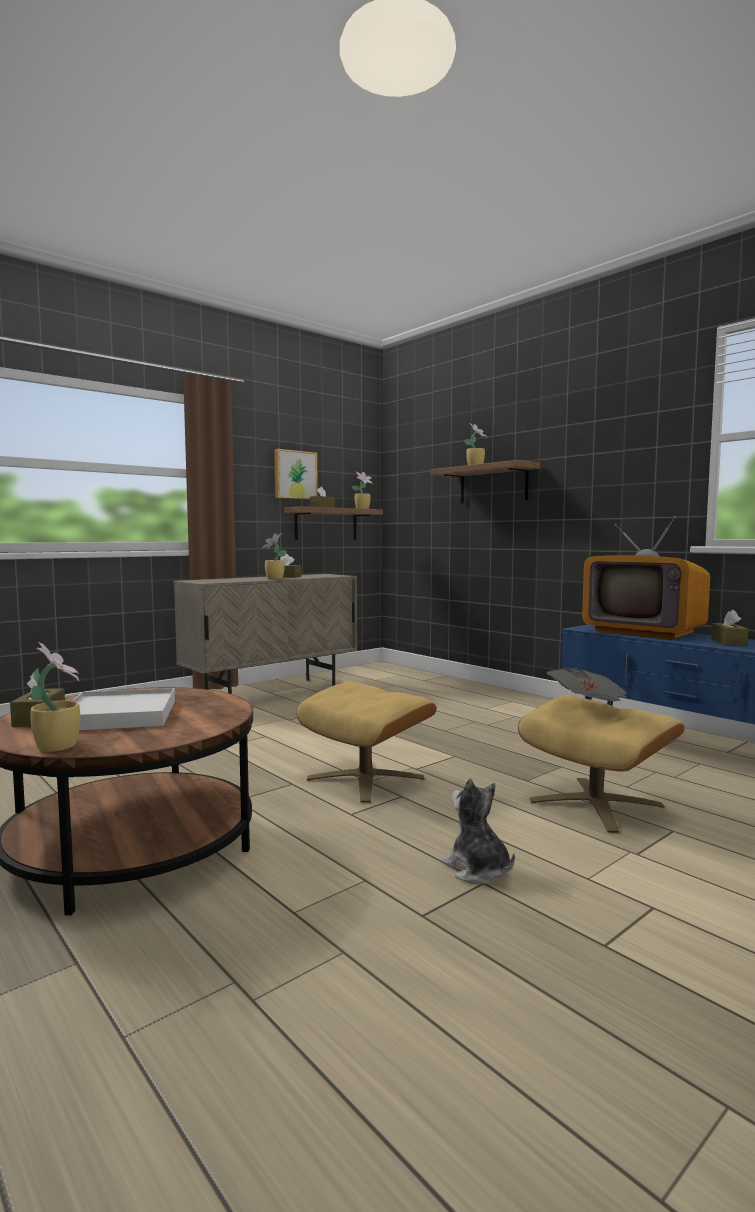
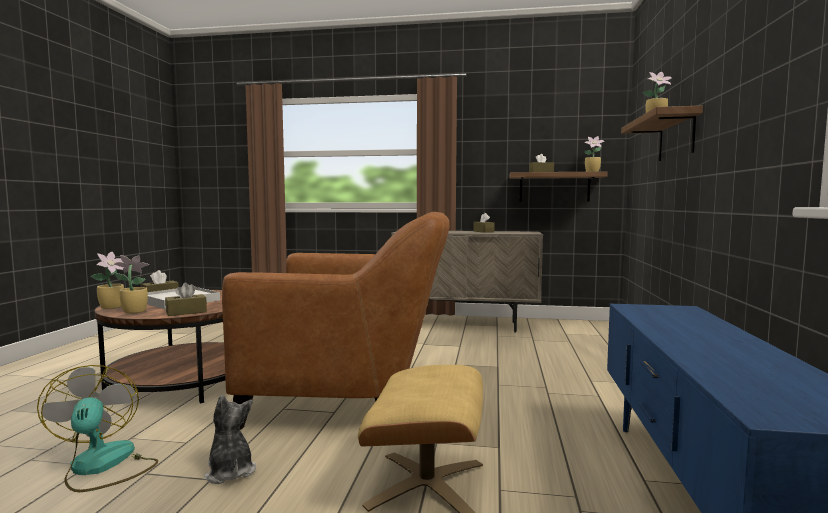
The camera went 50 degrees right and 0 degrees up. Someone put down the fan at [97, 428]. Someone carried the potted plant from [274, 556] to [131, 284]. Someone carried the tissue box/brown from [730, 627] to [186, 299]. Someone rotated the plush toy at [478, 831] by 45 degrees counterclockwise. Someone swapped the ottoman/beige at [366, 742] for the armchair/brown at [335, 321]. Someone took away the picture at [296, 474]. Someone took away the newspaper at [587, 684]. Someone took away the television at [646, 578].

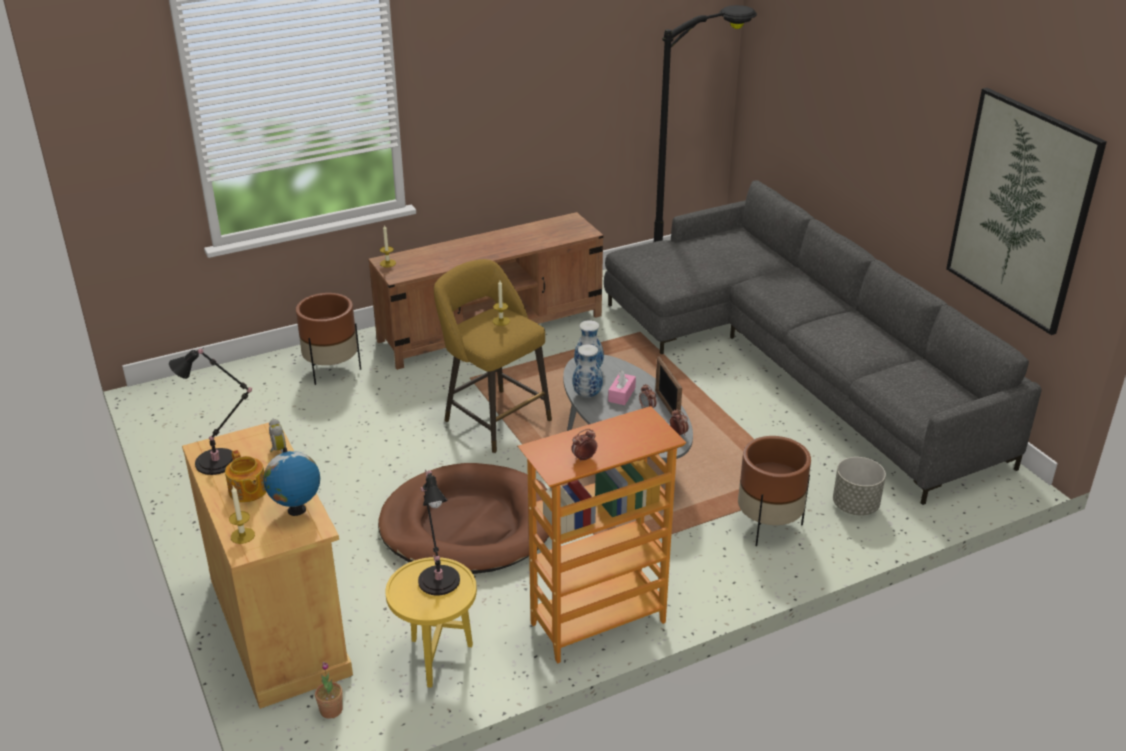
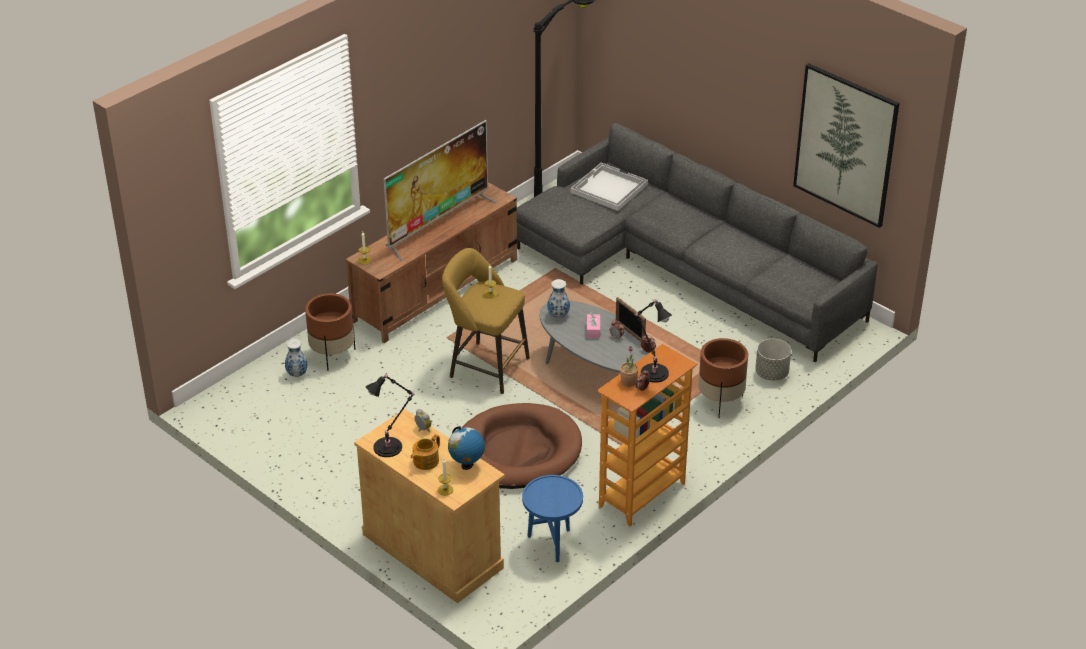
The camera went 20 degrees left and 5 degrees up. Someone carried the vase from [587, 371] to [296, 358]. Someone put down the television at [440, 190]. Someone rotated the teapot at [245, 476] by 90 degrees clockwise. Someone repainted the side table/yellow at [431, 622], which became the side table/blue at [552, 518]. Someone put down the tray/white at [609, 186]. Someone carried the potted plant from [329, 690] to [629, 366]. Someone carried the table lamp/black from [439, 532] to [653, 341].

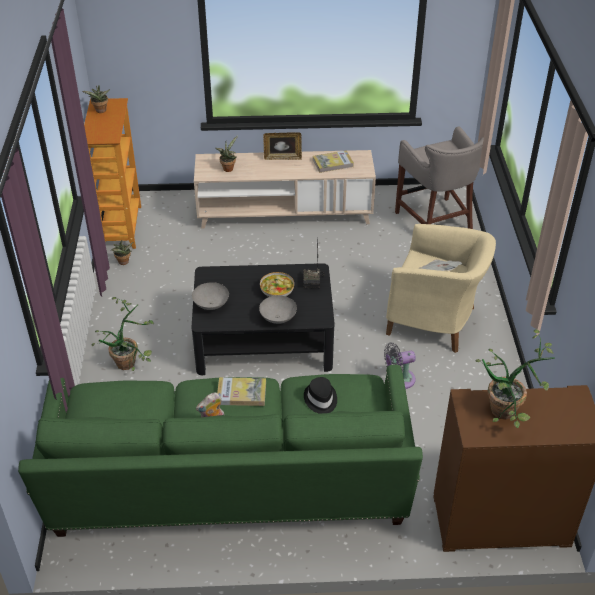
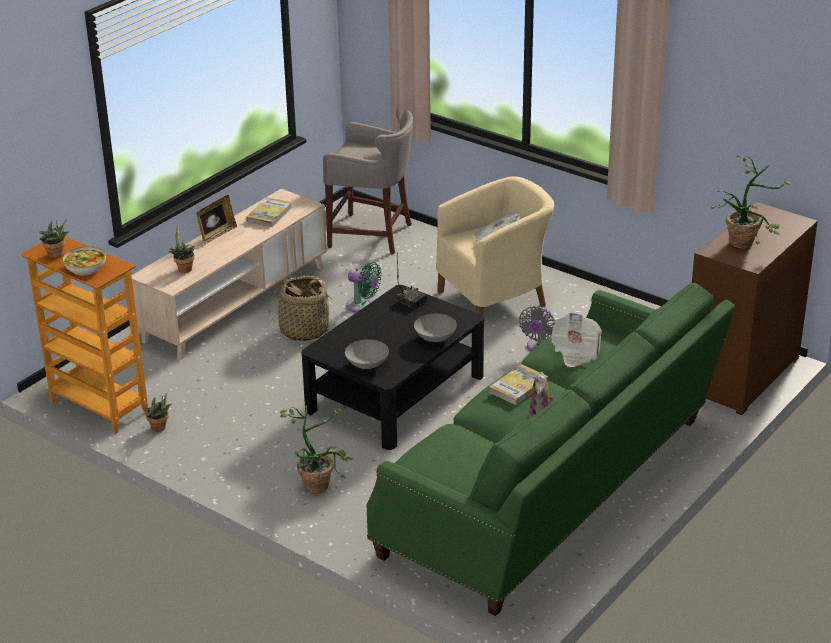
The camera went 50 degrees left and 10 degrees down. Someone carried the bowl from [277, 284] to [84, 261]. Someone put down the basket at [301, 308]. Someone put down the fan/green at [364, 287]. Someone swapped the hat/black at [320, 395] for the newspaper at [576, 339].

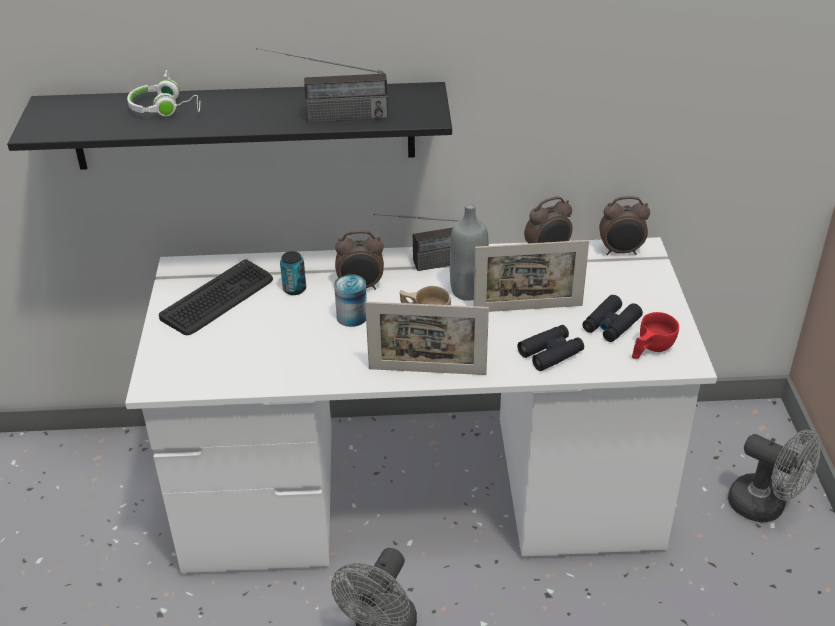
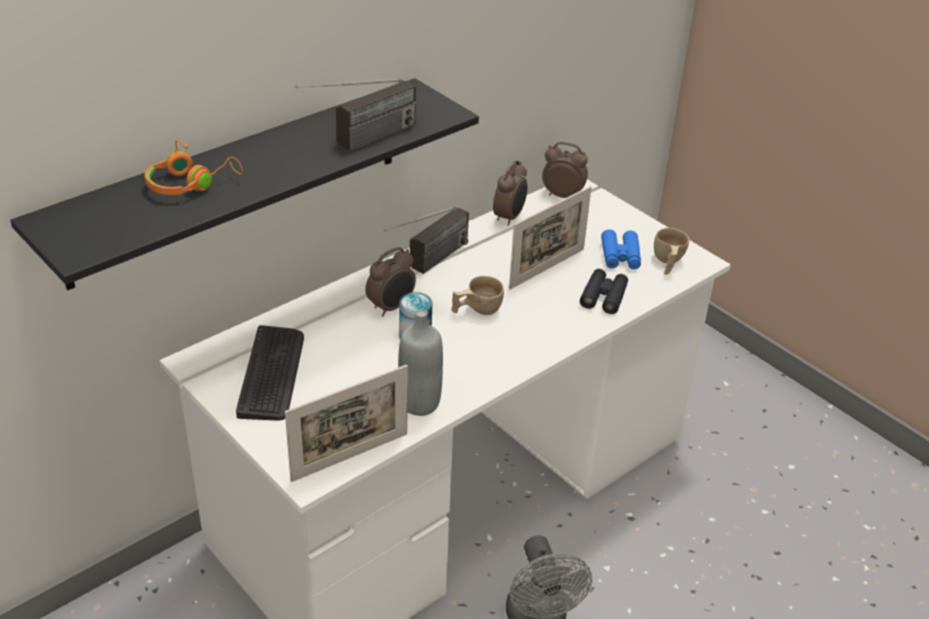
The camera went 40 degrees left and 0 degrees up. Someone repainted the headphones/white at [164, 93], which became the headphones/orange at [193, 167]. Someone carried the picture frame from [427, 338] to [346, 423]. Someone carried the bottle/grey from [469, 252] to [420, 362]. Someone rotated the alarm clock at [624, 225] by 120 degrees counterclockwise. Someone repainted the binoculars/black at [612, 318], which became the binoculars/blue at [621, 249]. Someone repainted the cup/red at [655, 335], which became the cup/beige at [671, 251]. Someone took away the can at [293, 273]. Someone took away the fan/grey at [774, 476].

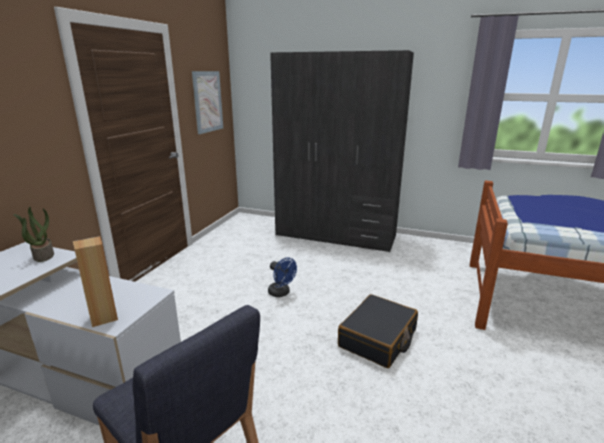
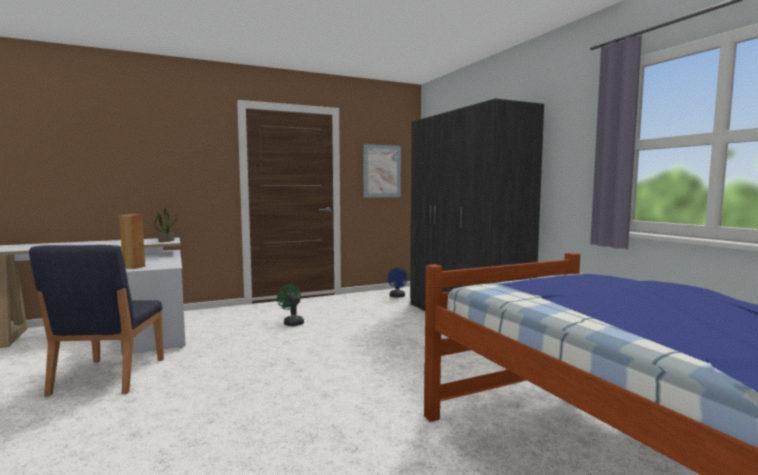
The camera went 45 degrees right and 15 degrees down. Someone put down the fan/green at [290, 305]. Someone carried the fan/blue from [282, 277] to [397, 283]. Someone took away the suitcase/black at [378, 331].

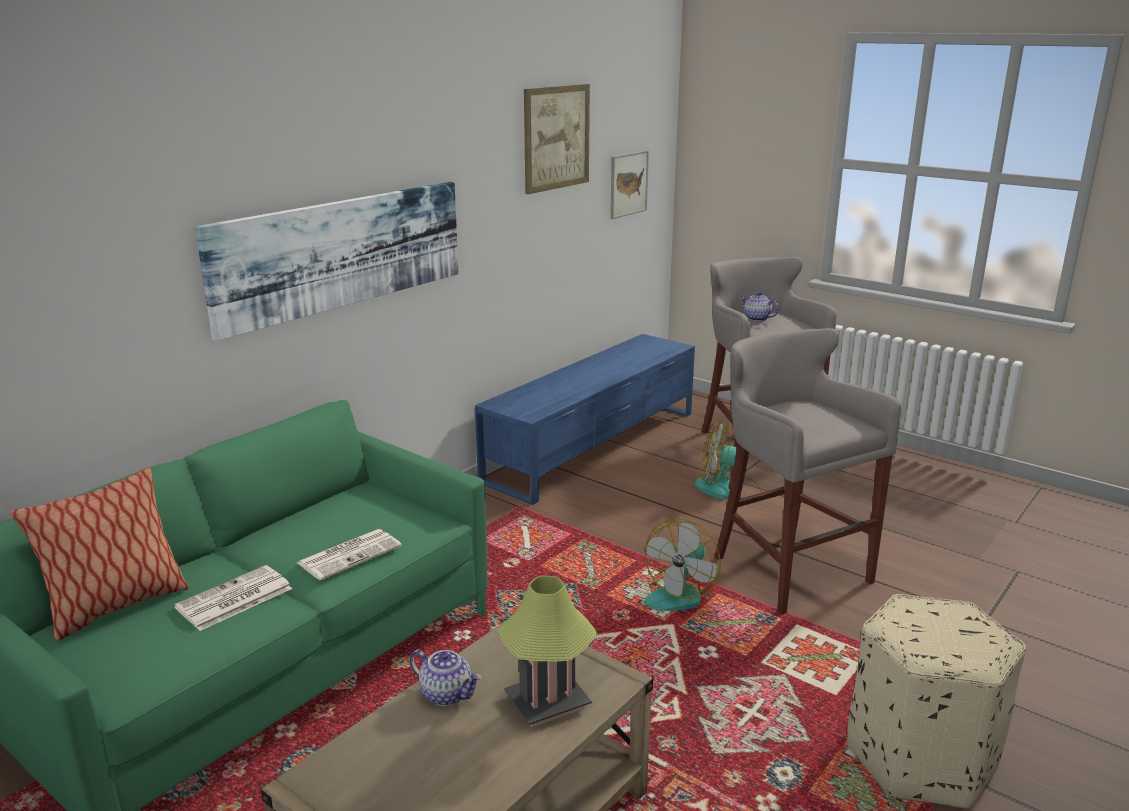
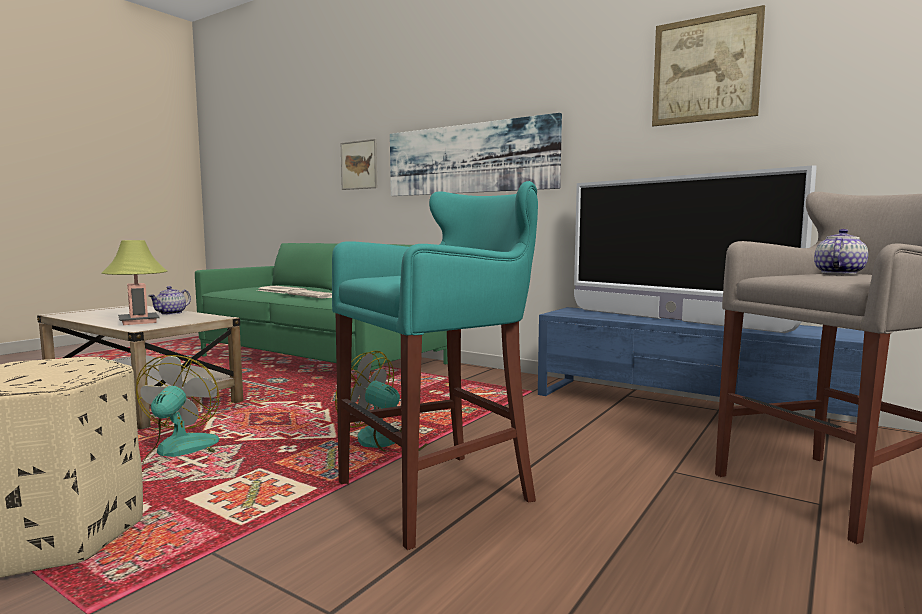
The camera went 85 degrees right and 15 degrees down. Someone carried the fan from [728, 459] to [177, 412]. Someone repainted the stool/grey at [807, 471], which became the stool/turquoise at [435, 365]. Someone carried the picture from [629, 184] to [359, 164]. Someone put down the television at [695, 249]. Someone took away the pillow at [99, 553].

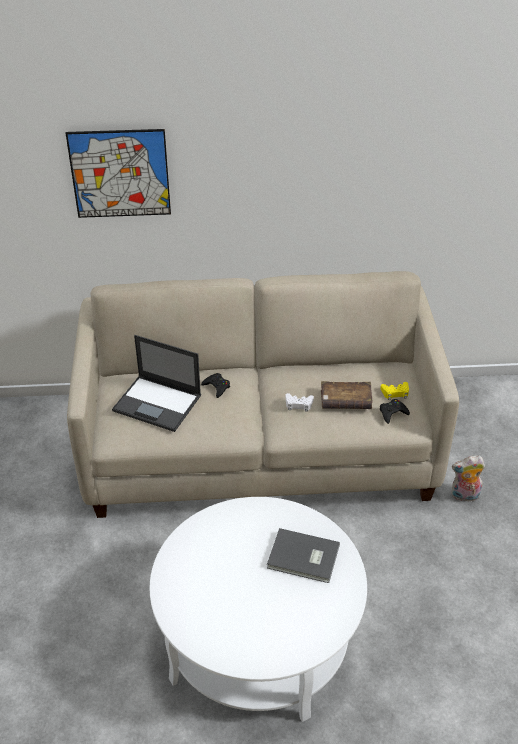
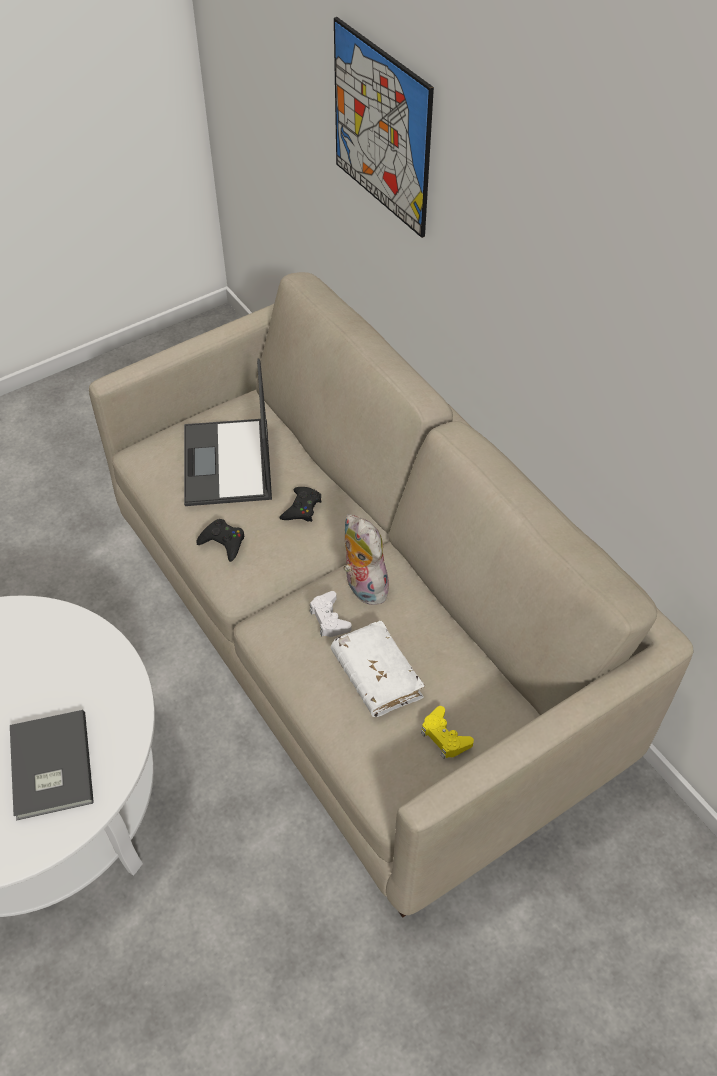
The camera went 60 degrees right and 10 degrees up. Someone carried the game controller/black from [395, 411] to [220, 540]. Someone repainted the book/brown at [346, 395], which became the book/white at [378, 668]. Someone carried the plush toy from [468, 479] to [368, 559].

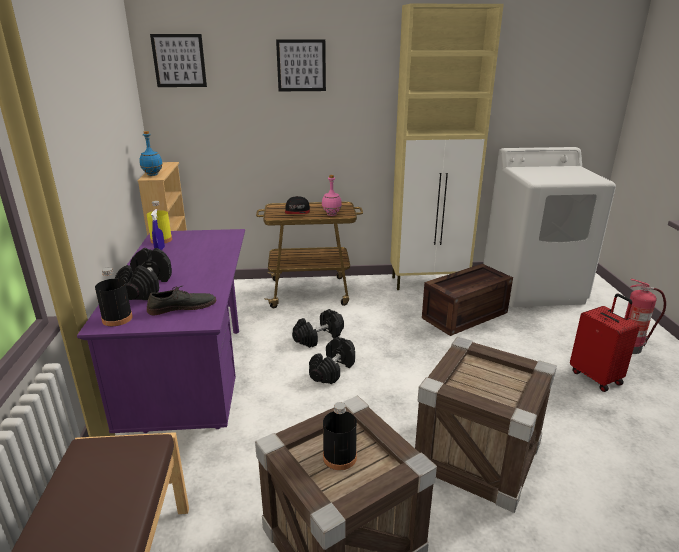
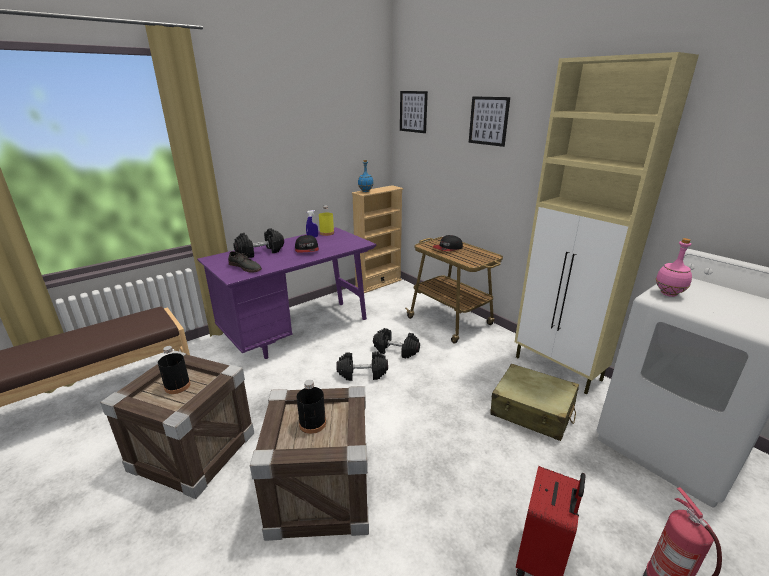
The camera went 55 degrees right and 0 degrees up. Someone put down the cap at [307, 244]. Someone carried the bottle/black from [114, 296] to [311, 407]. Someone swapped the crate at [467, 300] for the suitcase/beige at [534, 402]. Someone carried the bottle/pink from [332, 195] to [674, 267].

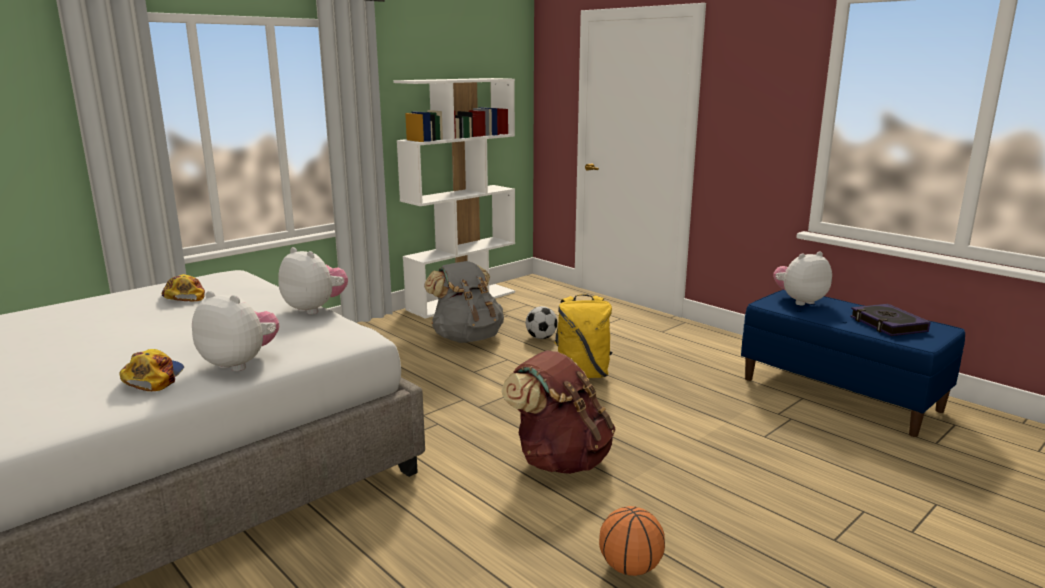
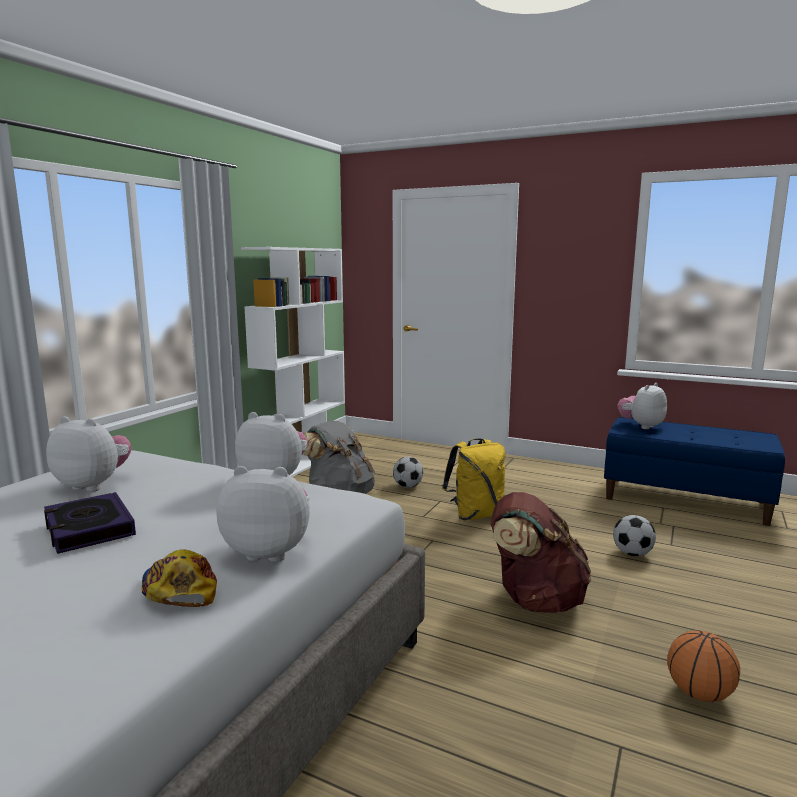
The camera went 20 degrees left and 5 degrees down. Someone carried the book from [890, 320] to [90, 523]. Someone swapped the cap at [183, 288] for the plush toy at [88, 454]. Someone put down the football at [634, 535].

